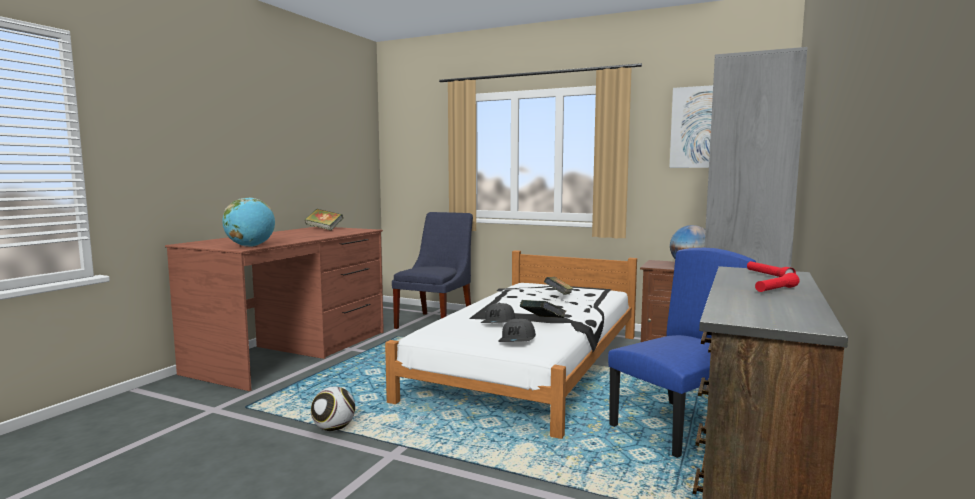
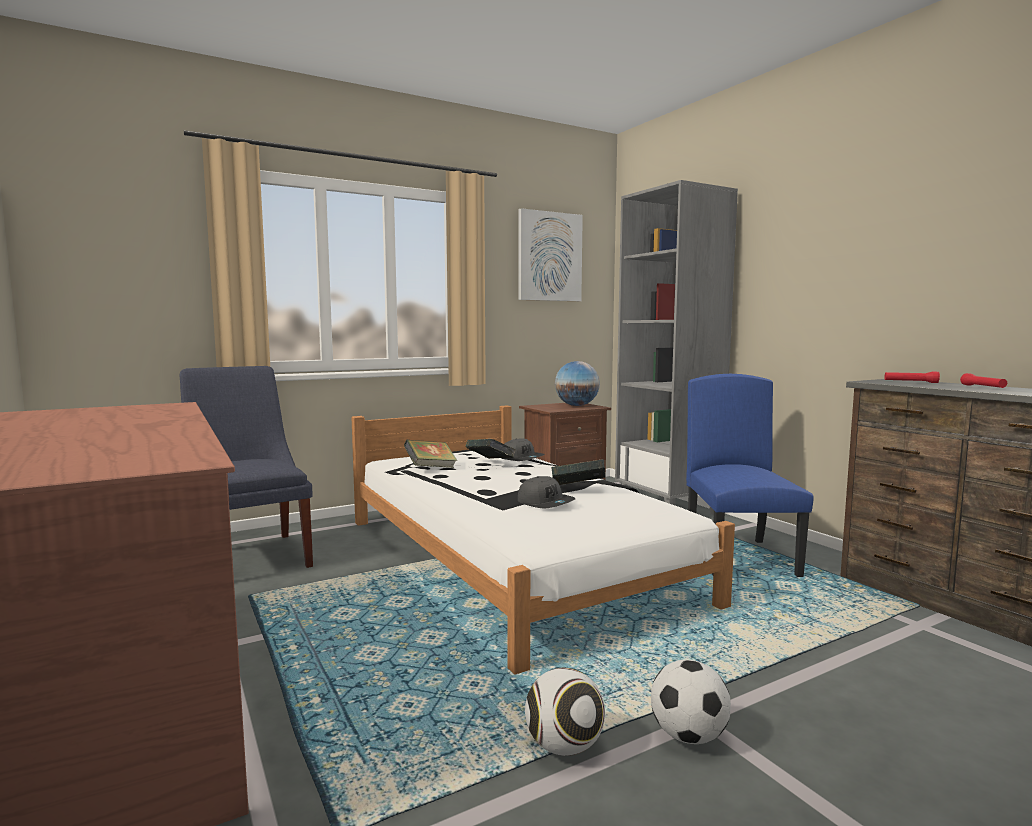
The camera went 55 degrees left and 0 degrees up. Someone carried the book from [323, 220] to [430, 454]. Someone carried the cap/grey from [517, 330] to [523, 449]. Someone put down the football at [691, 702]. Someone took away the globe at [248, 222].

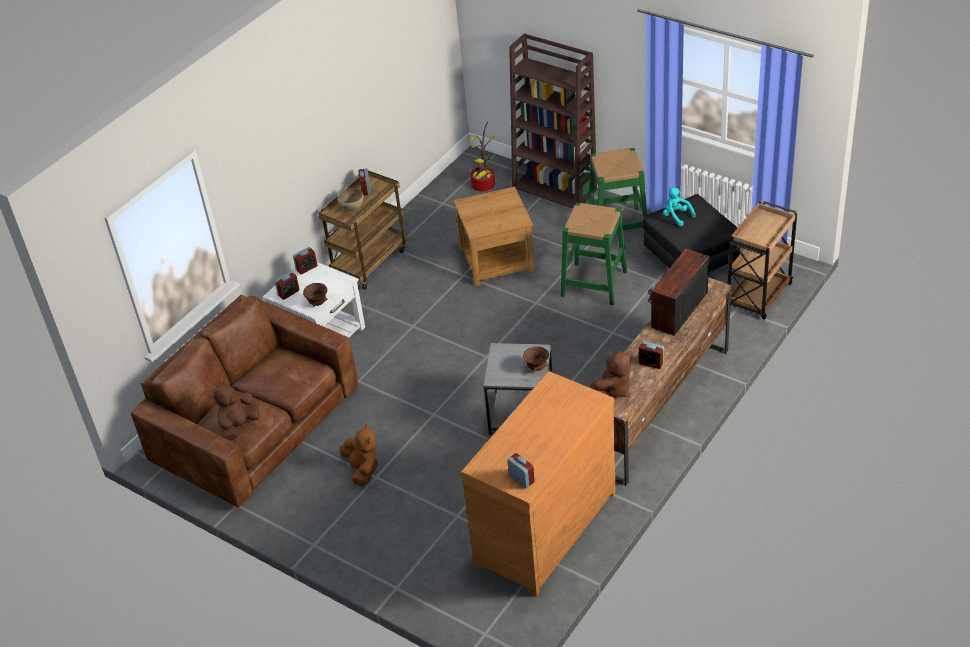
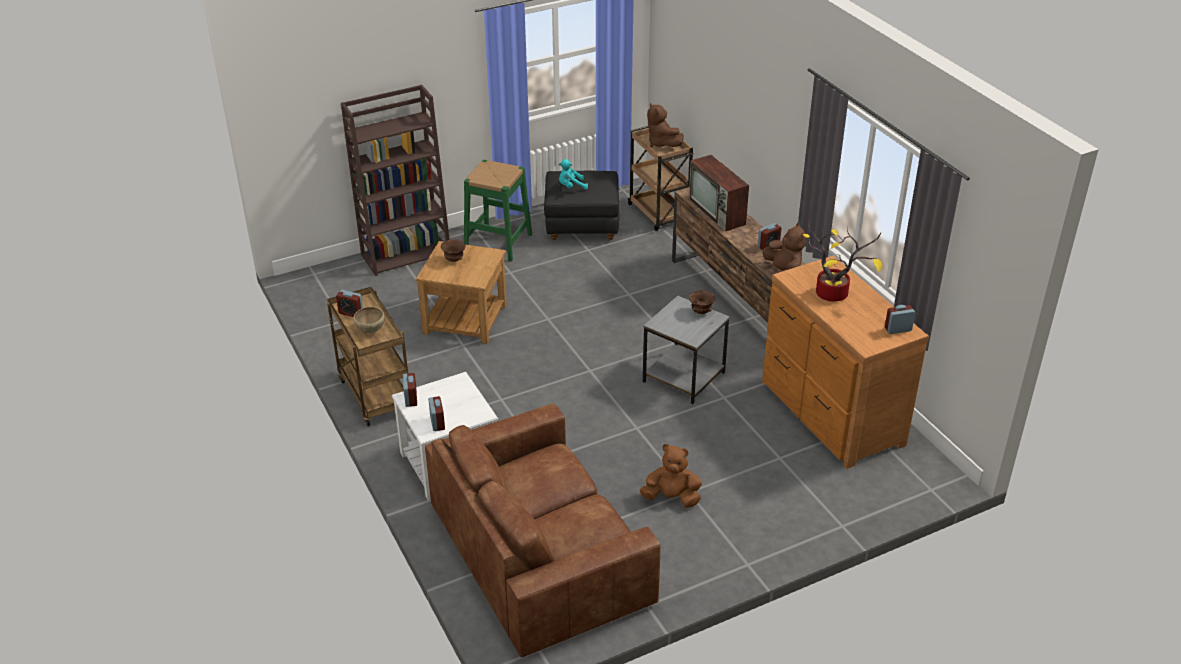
The camera went 65 degrees left and 5 degrees down. Someone carried the bowl/brown from [315, 294] to [453, 250]. Someone carried the plush toy/brown from [235, 410] to [665, 125]. Someone carried the potted plant from [482, 156] to [842, 258]. Someone took away the stool/green at [594, 253].

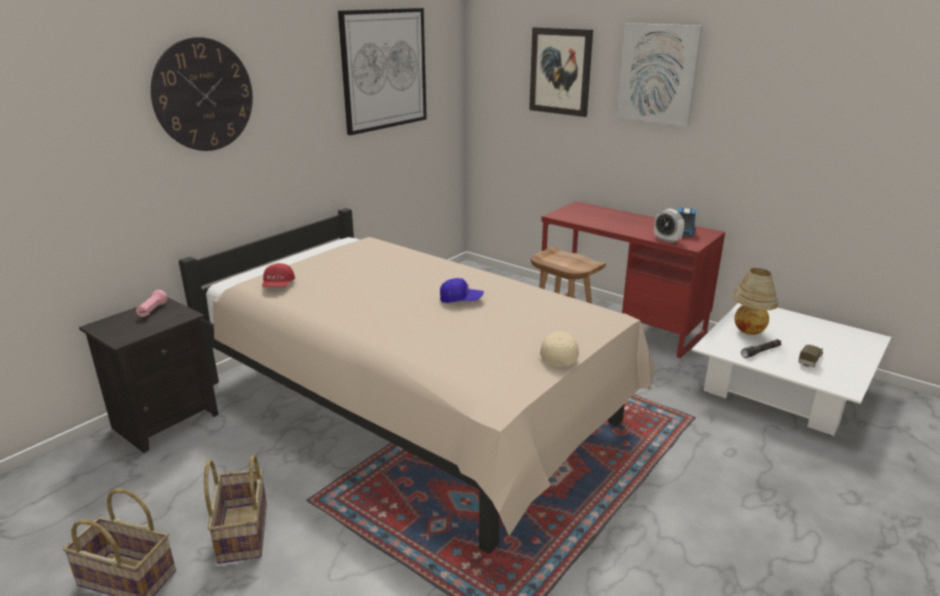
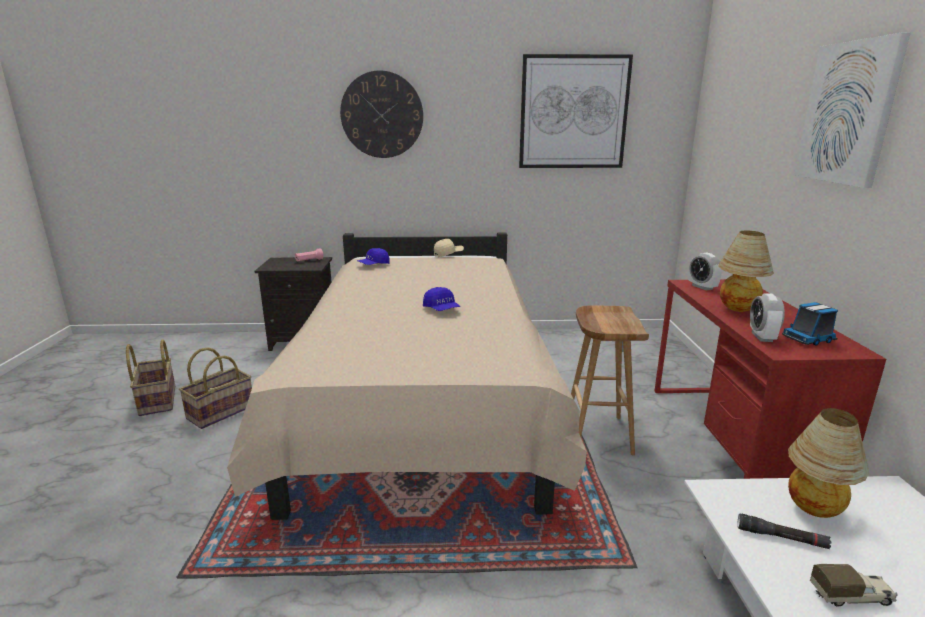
The camera went 50 degrees right and 5 degrees down. Someone repainted the cap/red at [278, 275], which became the cap/blue at [373, 256]. Someone carried the cap/beige from [559, 349] to [449, 248]. Someone put down the alarm clock at [705, 272]. Someone put down the table lamp at [746, 271]. Someone took away the picture at [561, 72].

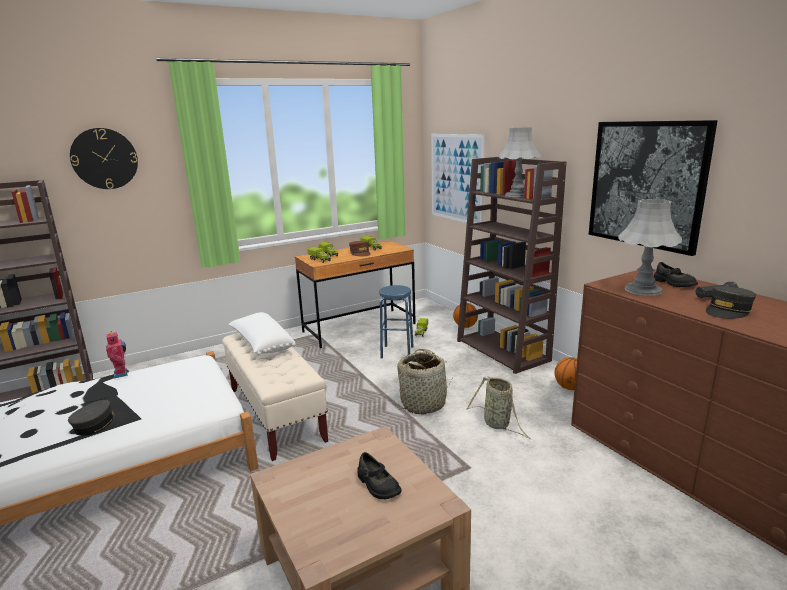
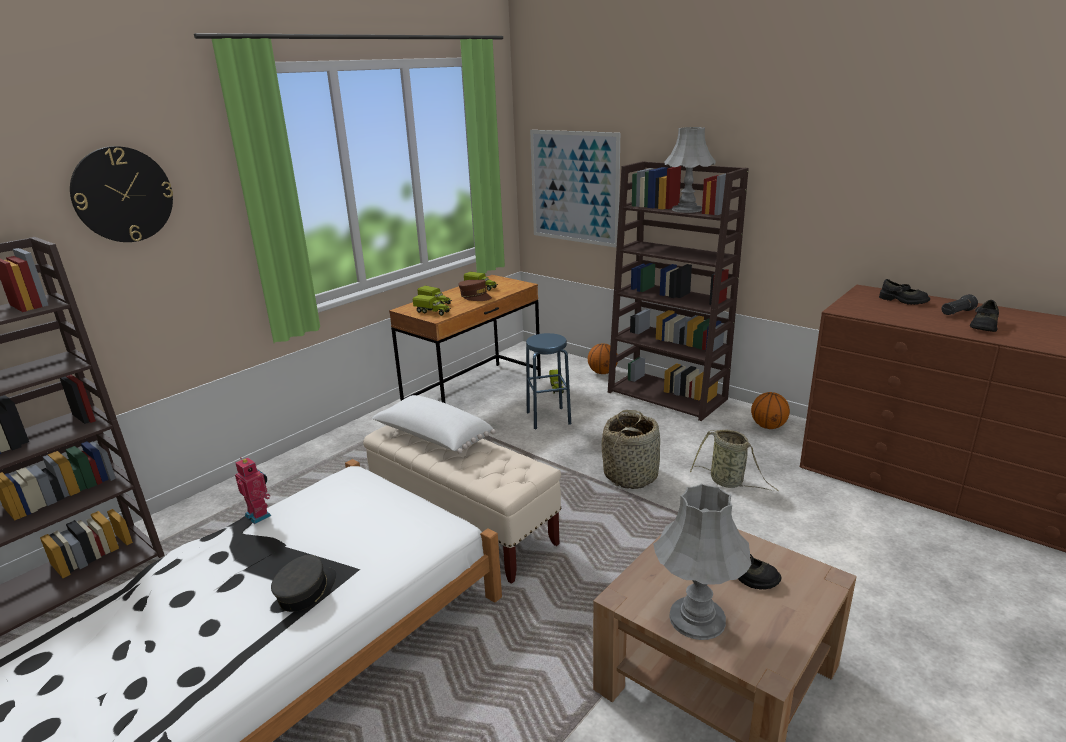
The camera went 20 degrees left and 5 degrees up. Someone carried the table lamp/grey from [650, 247] to [702, 562]. Someone swapped the cap/grey at [731, 303] for the shoe/black at [984, 316]. Someone took away the picture at [653, 188].

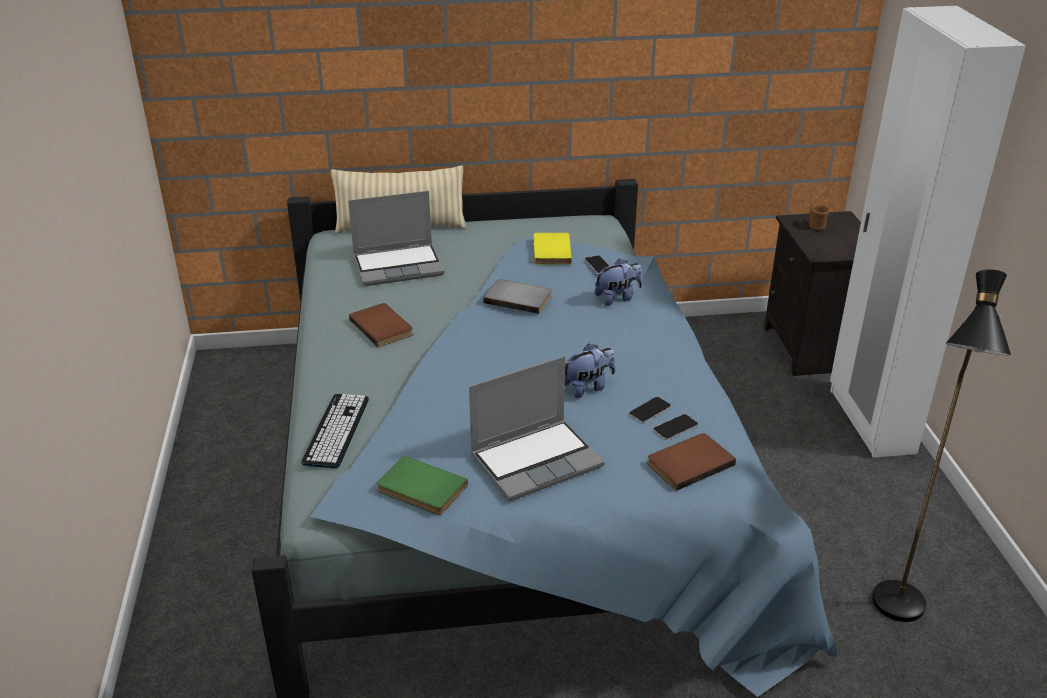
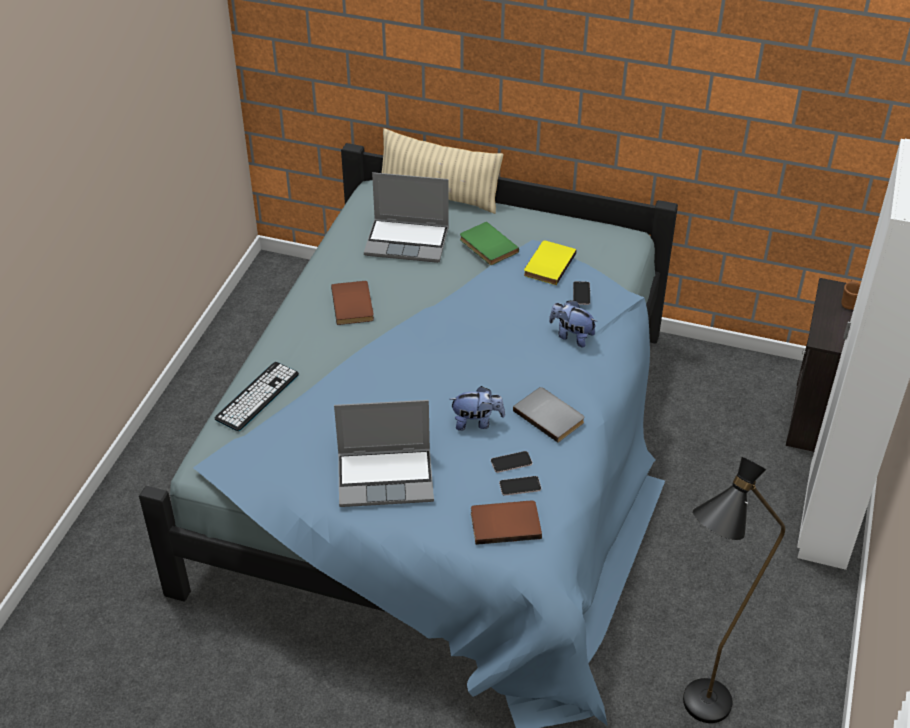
The camera went 25 degrees right and 10 degrees up. Someone carried the book/green from [422, 485] to [489, 243]. Someone carried the book/grey from [517, 296] to [549, 415]. Someone rotated the plush toy at [618, 282] by 150 degrees counterclockwise.

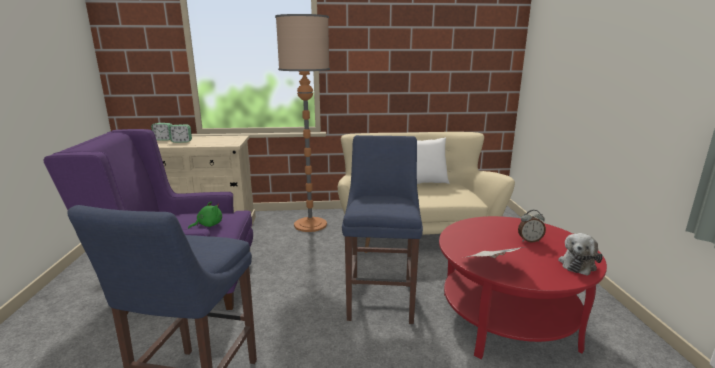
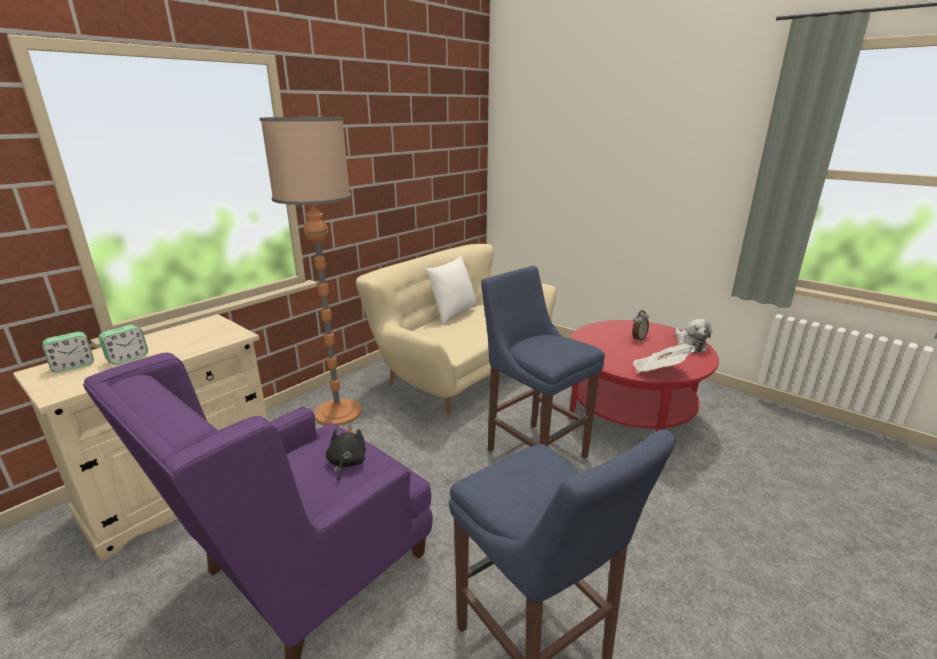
The camera went 45 degrees left and 5 degrees up. Someone repainted the plush toy/green at [205, 215], which became the plush toy/black at [346, 453].

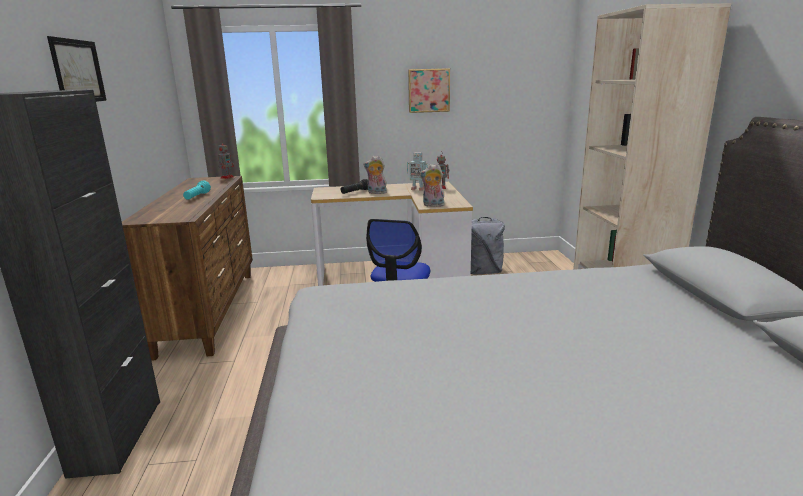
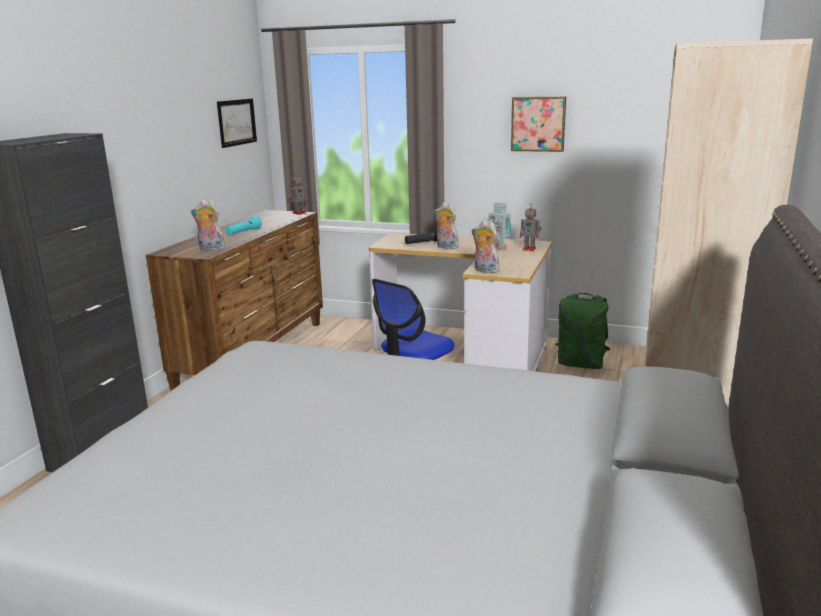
The camera went 25 degrees right and 0 degrees up. Someone put down the plush toy at [208, 225]. Someone carried the picture from [77, 69] to [237, 123]. Someone repainted the backpack/grey at [488, 245], which became the backpack/green at [583, 331].

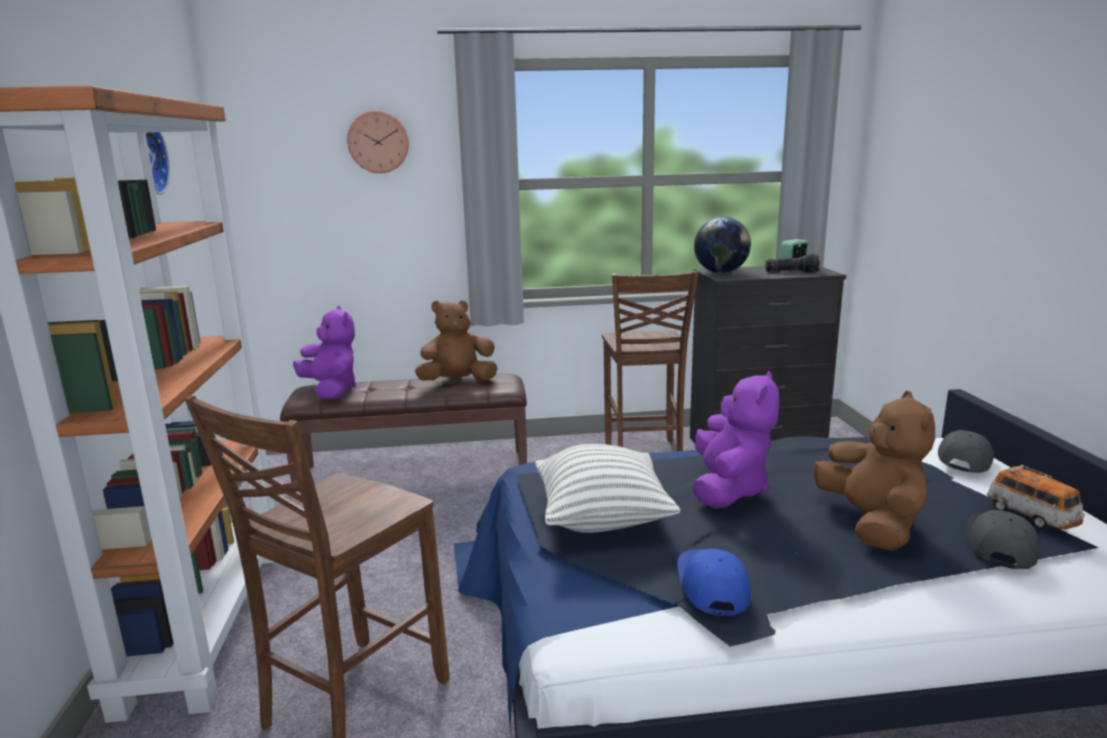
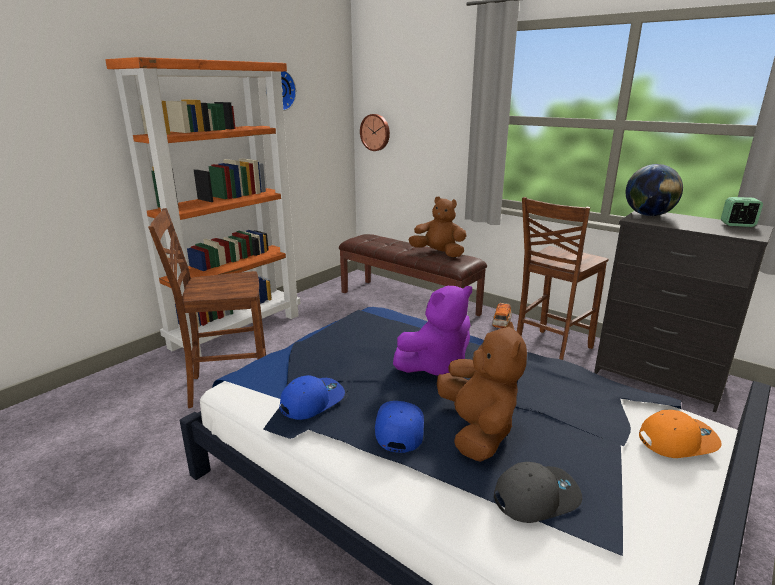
The camera went 45 degrees right and 5 degrees up. Someone carried the wall clock from [378, 142] to [375, 132]. Someone put down the cap/blue at [399, 427]. Someone rotated the plush toy/brown at [874, 471] by 45 degrees counterclockwise. Someone carried the toy car from [1036, 497] to [502, 315]. Someone repainted the cap/grey at [966, 451], which became the cap/orange at [680, 434]. Someone took away the plush toy/purple at [324, 352]. Someone took away the pillow at [607, 488]. Someone took away the flashlight at [792, 263].

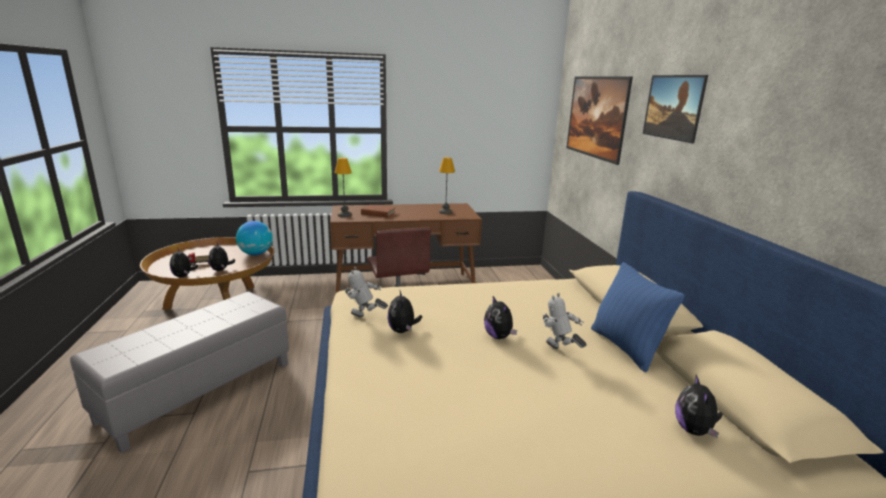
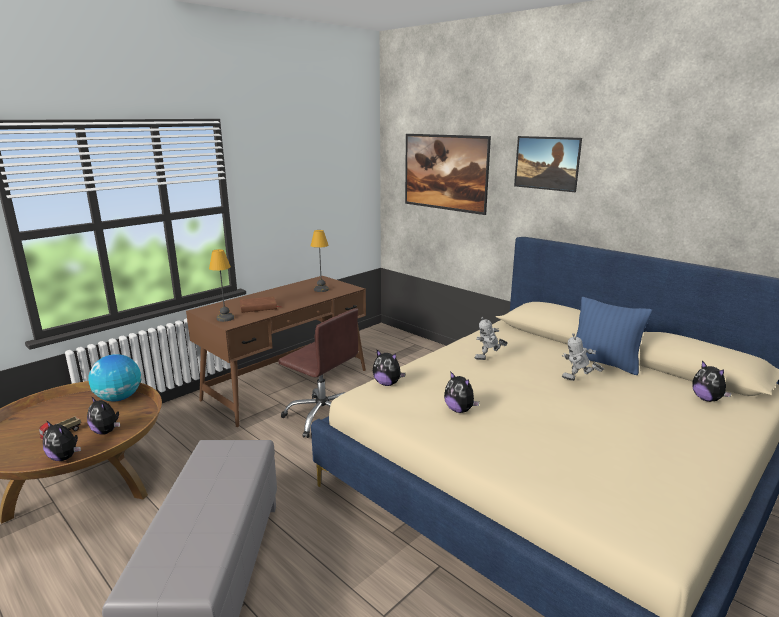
The camera went 35 degrees left and 0 degrees up. Someone carried the plush toy from [500, 317] to [389, 368]. Someone carried the toy robot from [366, 292] to [491, 338].

